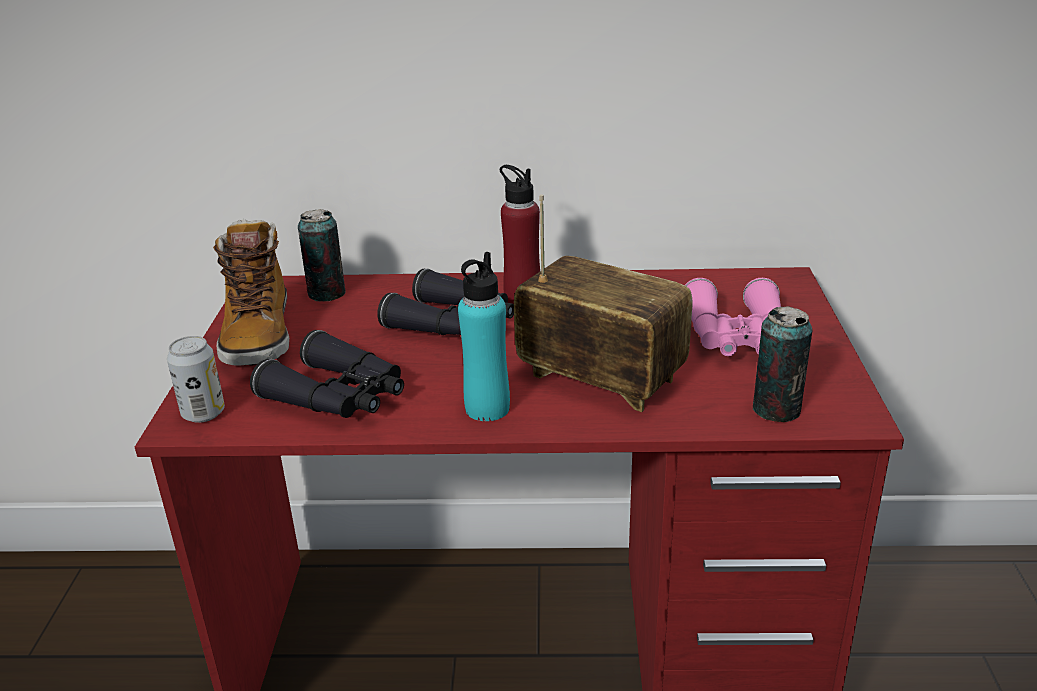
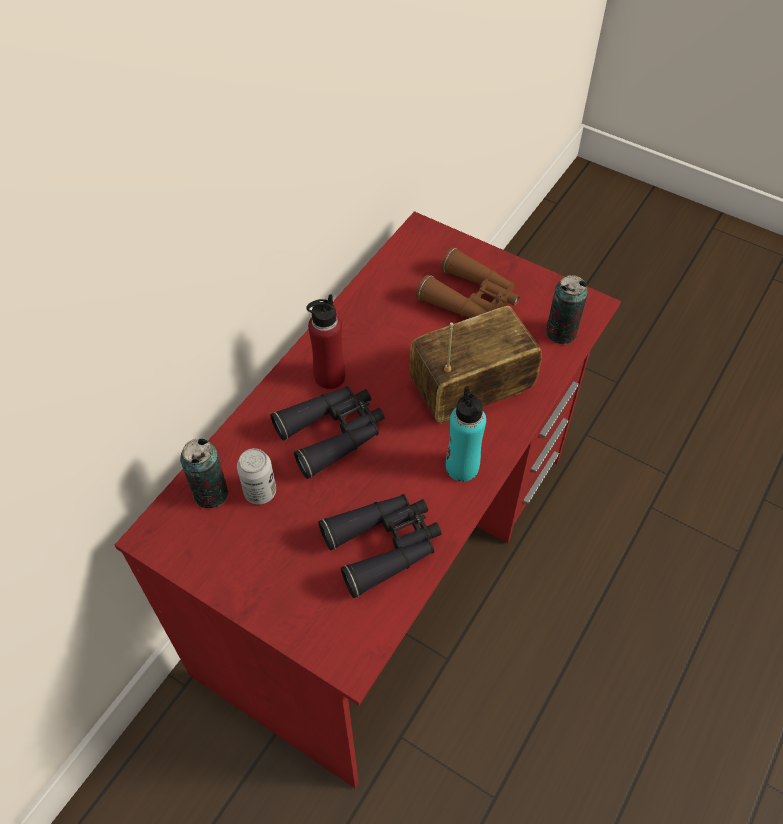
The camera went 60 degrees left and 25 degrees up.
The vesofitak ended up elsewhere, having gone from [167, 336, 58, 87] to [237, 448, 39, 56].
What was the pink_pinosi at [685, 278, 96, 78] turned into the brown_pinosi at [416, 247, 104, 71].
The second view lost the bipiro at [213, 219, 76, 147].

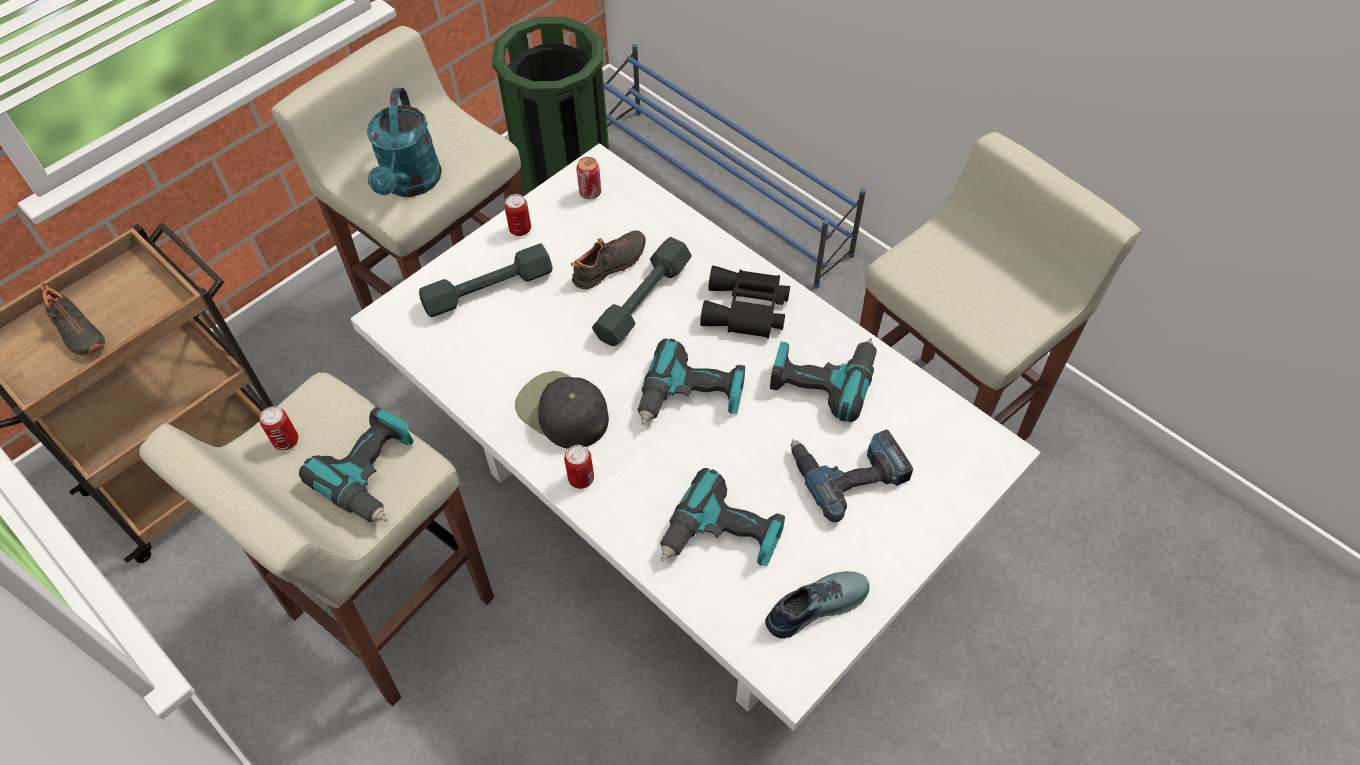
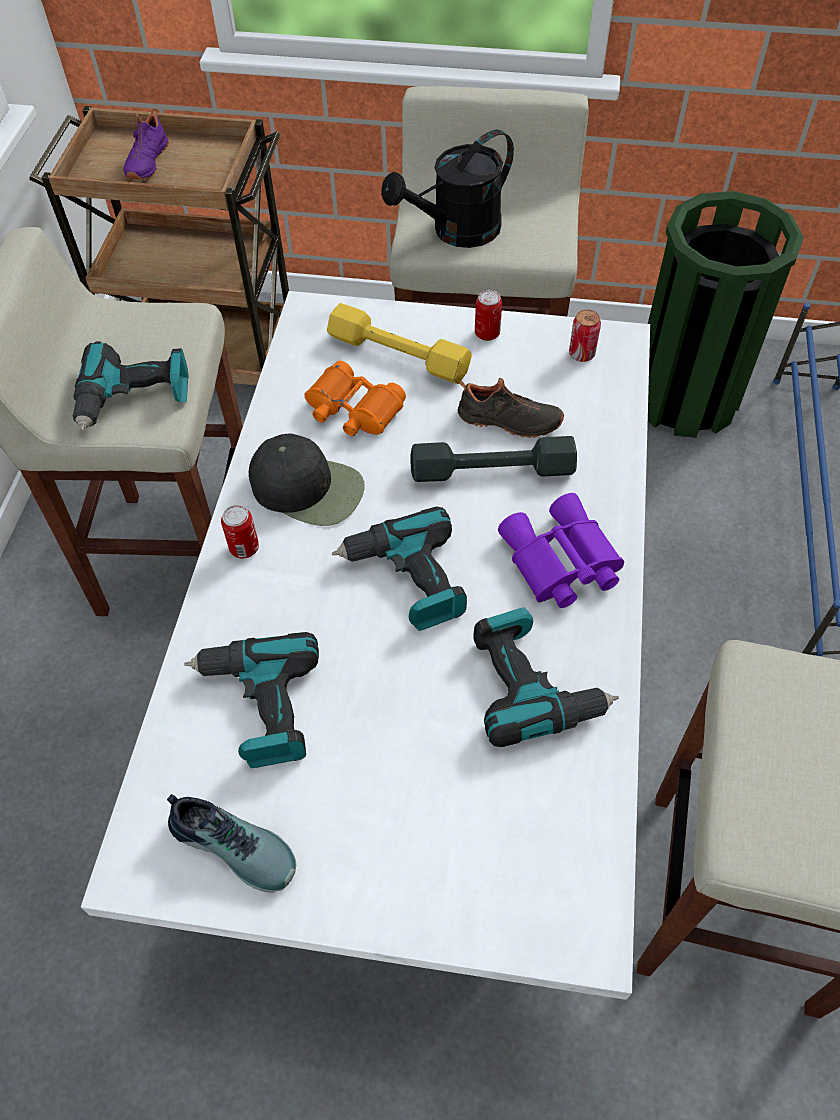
The camera went 55 degrees right and 0 degrees up.
What was the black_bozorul at [40, 283, 65, 73] turned into the purple_bozorul at [123, 109, 46, 70].
The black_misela at [515, 371, 94, 78] ended up facing another way, 105 degrees clockwise from before.
The second view gained the orange_pinosi at [304, 361, 102, 75].
What was the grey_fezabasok at [419, 243, 134, 74] turned into the yellow_fezabasok at [327, 303, 145, 81].
What was the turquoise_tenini at [367, 88, 75, 109] turned into the black_tenini at [381, 129, 133, 119].
What was the black_pinosi at [700, 265, 90, 73] turned into the purple_pinosi at [498, 493, 126, 115].
The second view lost the vesofitak at [260, 406, 38, 44].
The second view lost the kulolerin at [791, 429, 122, 93].

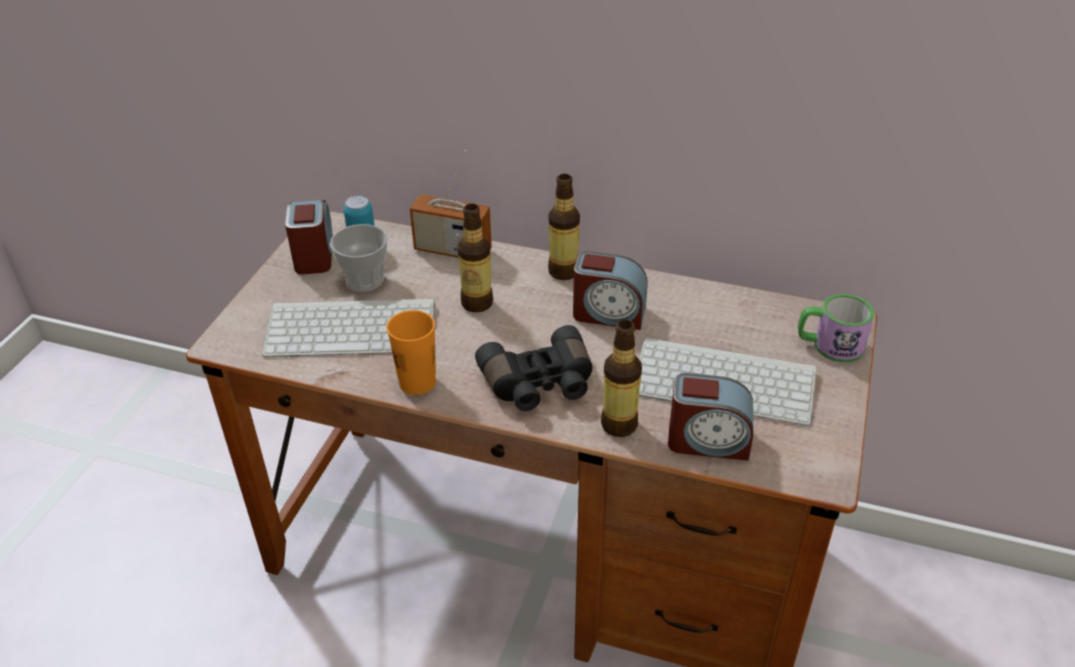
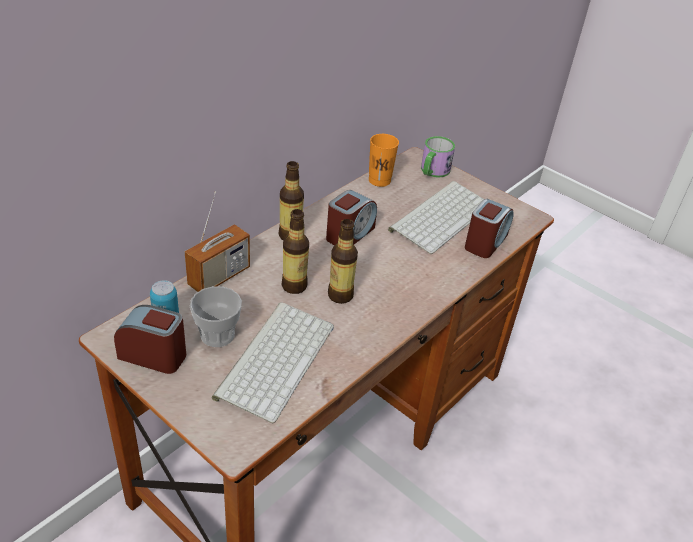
The camera went 70 degrees left and 0 degrees up.
The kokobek ended up elsewhere, having gone from [601, 320, 41, 117] to [328, 219, 30, 85].
The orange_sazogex ended up elsewhere, having gone from [387, 310, 49, 85] to [369, 134, 30, 53].
The second view lost the black_pinosi at [475, 325, 117, 86].

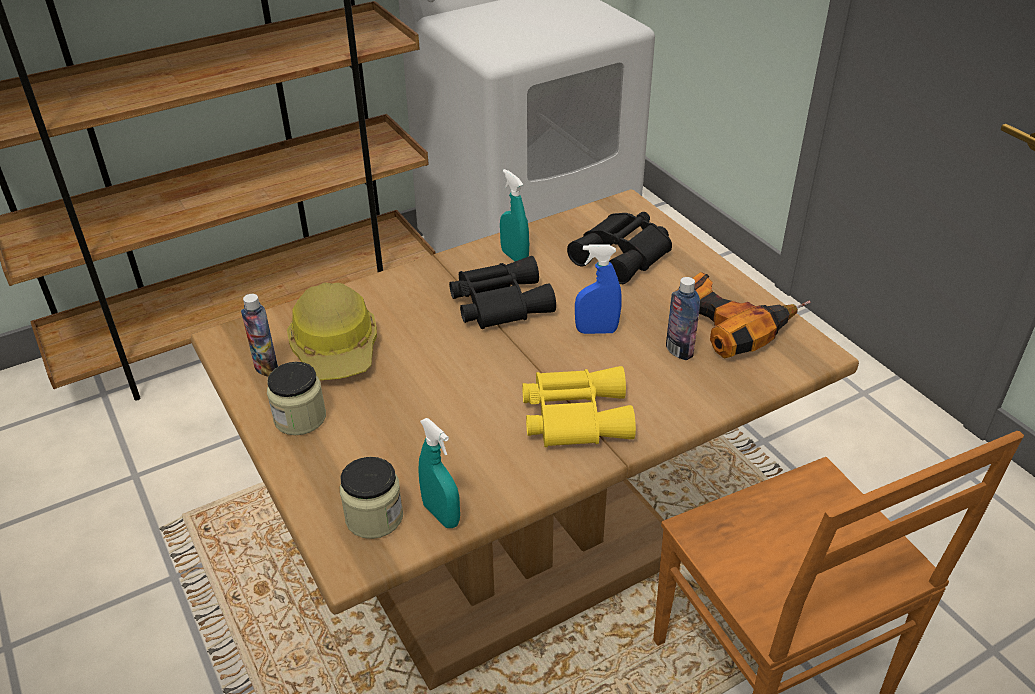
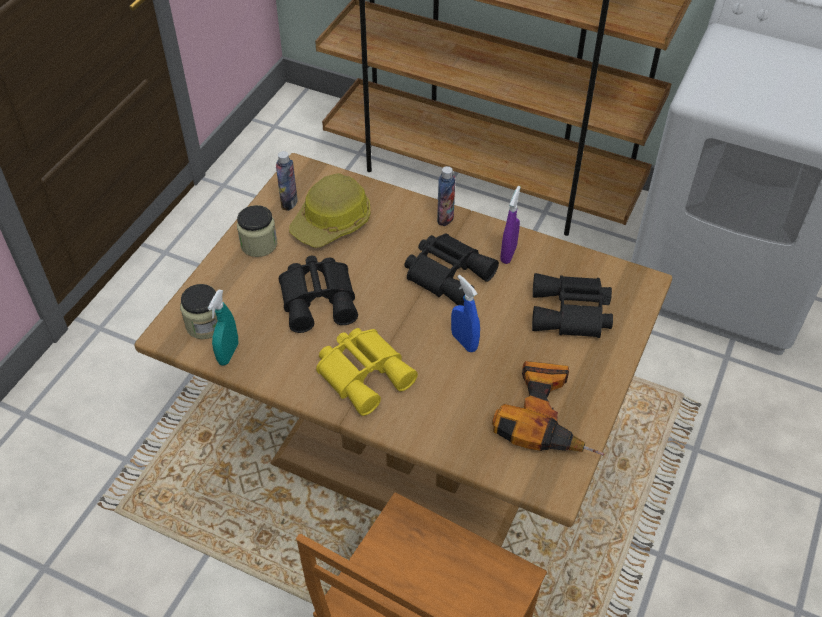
The camera went 55 degrees right and 10 degrees up.
The second view gained the black_pinosi at [279, 256, 79, 77].
The kokobek ended up elsewhere, having gone from [666, 277, 34, 83] to [437, 166, 19, 60].
What was the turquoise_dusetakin at [500, 169, 29, 92] turned into the purple_dusetakin at [501, 186, 20, 78].

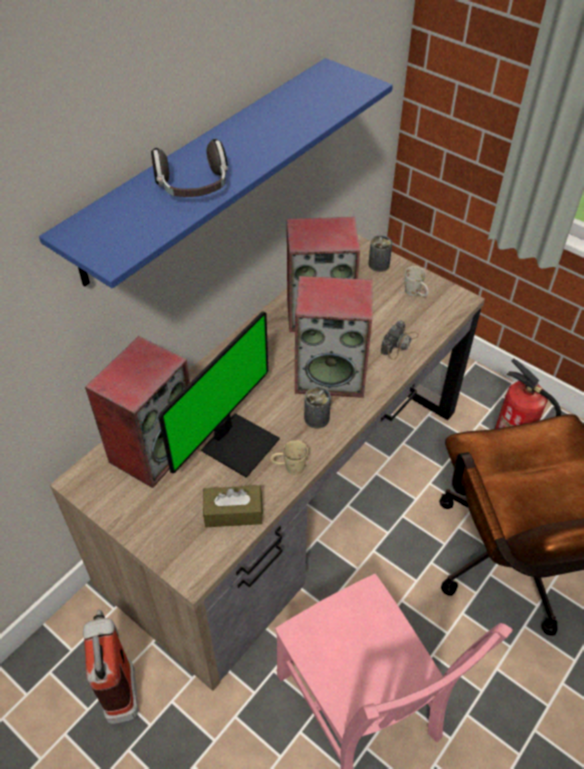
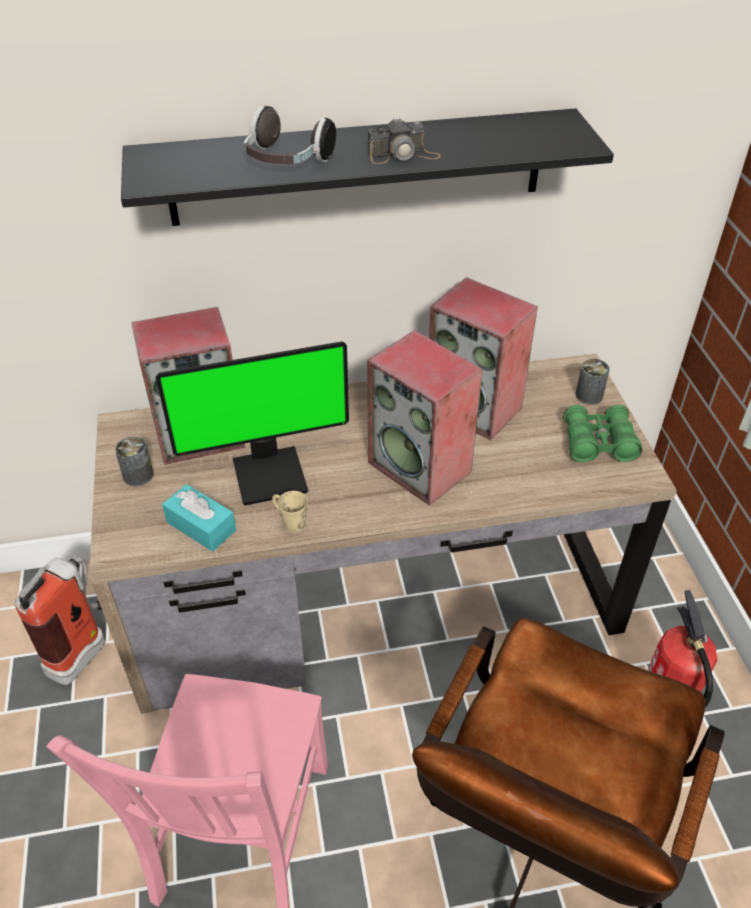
The camera went 40 degrees right and 5 degrees down.
The vesofitak ended up elsewhere, having gone from [304, 387, 27, 42] to [115, 436, 38, 50].
What was the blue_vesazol at [39, 58, 354, 230] turned into the black_vesazol at [121, 108, 493, 118].
What was the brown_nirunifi at [203, 485, 60, 42] turned into the turquoise_nirunifi at [162, 484, 74, 67].
The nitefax ended up elsewhere, having gone from [381, 320, 38, 40] to [368, 118, 73, 46].
Where the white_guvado stood at [405, 266, 24, 31], the green_pinosi came to stand at [563, 405, 80, 57].

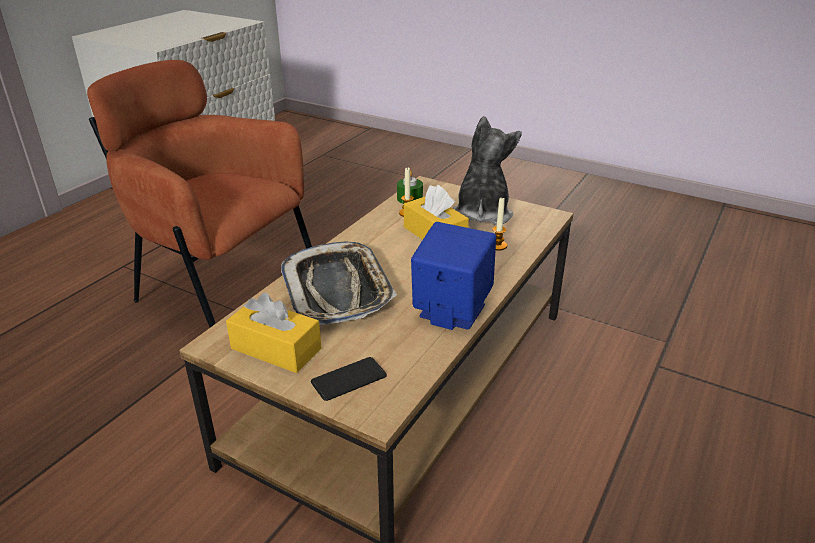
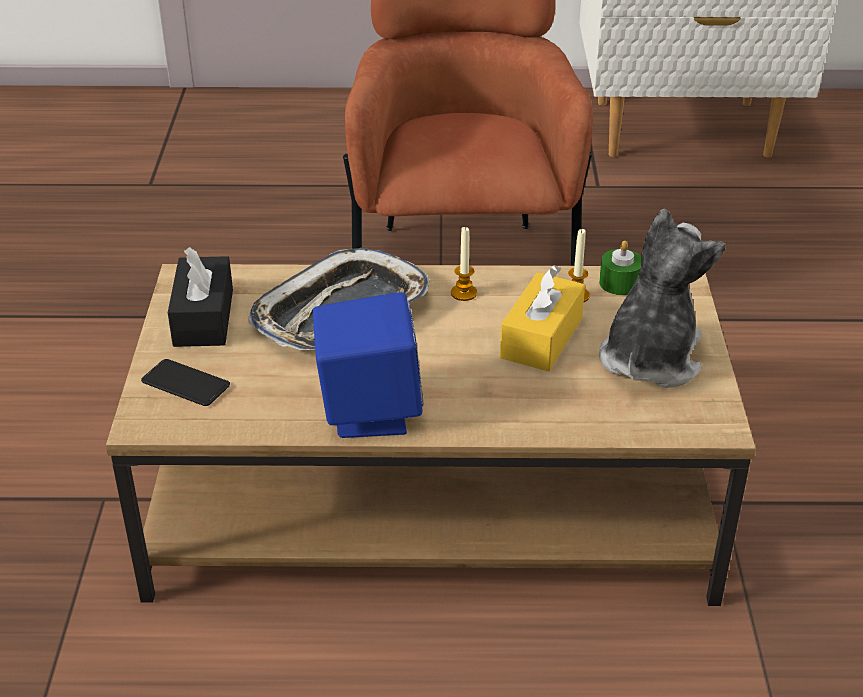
The camera went 60 degrees right and 5 degrees up.
What was the yellow_nirunifi at [226, 293, 95, 80] turned into the black_nirunifi at [168, 247, 65, 100].
The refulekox ended up elsewhere, having gone from [492, 198, 15, 53] to [451, 226, 26, 75].
The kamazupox at [453, 116, 69, 109] ended up facing another way, 45 degrees counterclockwise from before.

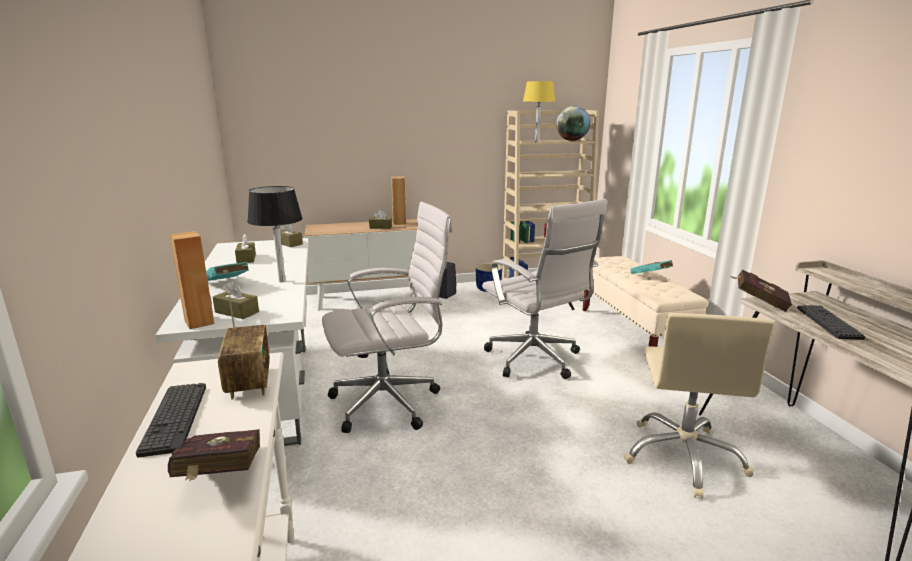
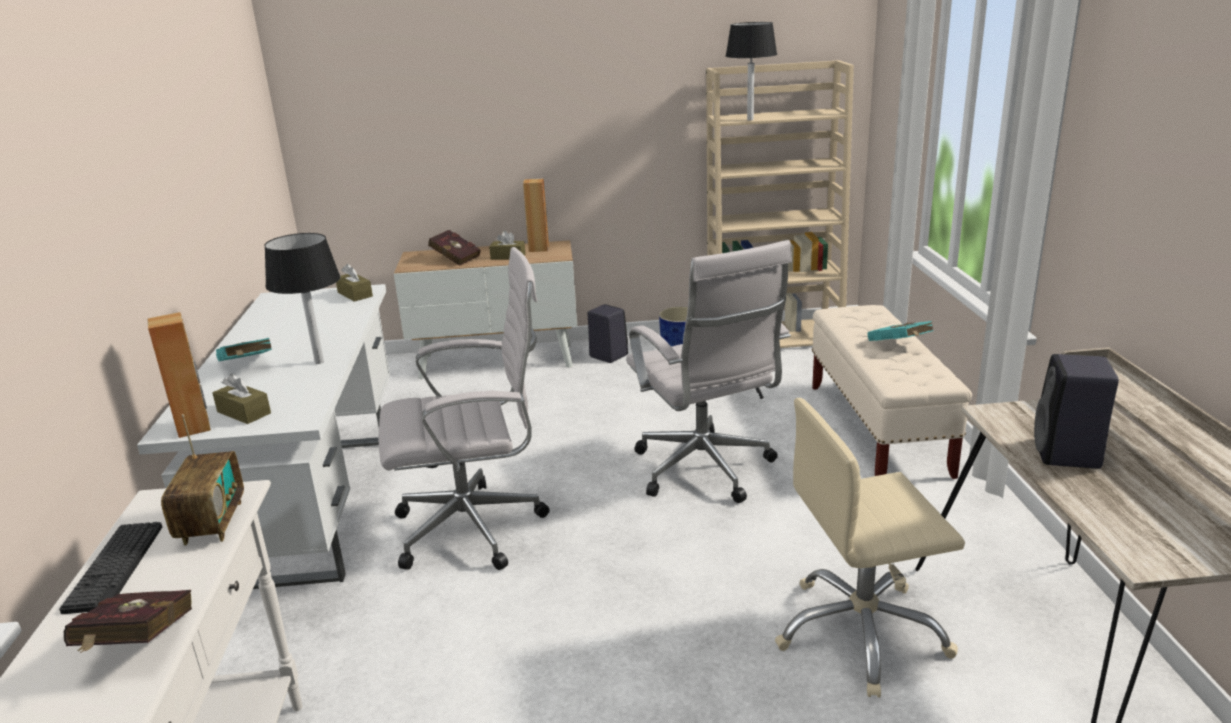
The camera went 10 degrees right and 5 degrees up.
The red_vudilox ended up elsewhere, having gone from [730, 270, 62, 42] to [428, 230, 53, 36].
What was the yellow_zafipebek at [523, 81, 32, 62] turned into the black_zafipebek at [726, 22, 51, 99].
The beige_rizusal at [624, 313, 151, 185] ended up facing another way, 60 degrees clockwise from before.
Where the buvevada stood at [797, 305, 68, 35], the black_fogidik came to stand at [1034, 354, 85, 115].
The second view lost the brown_nirunifi at [235, 234, 21, 29].
The second view lost the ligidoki at [556, 106, 34, 35].

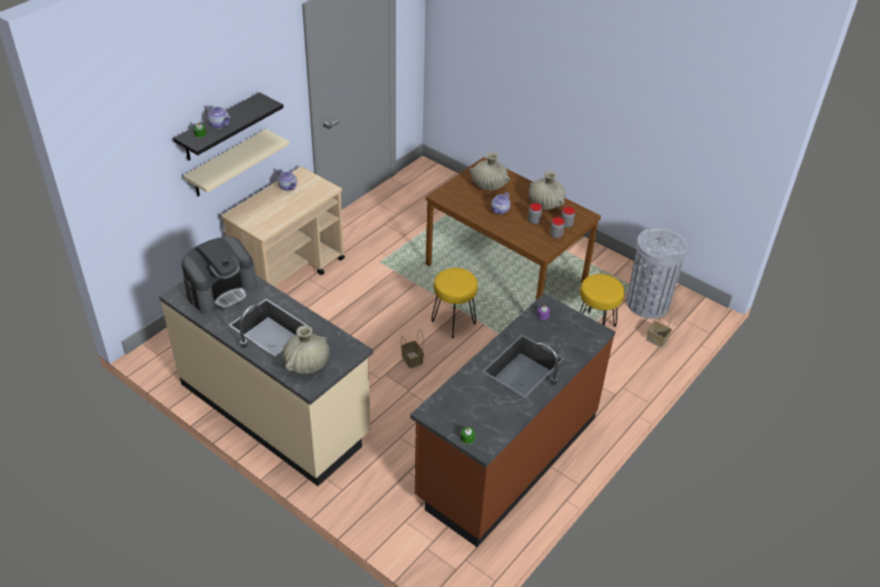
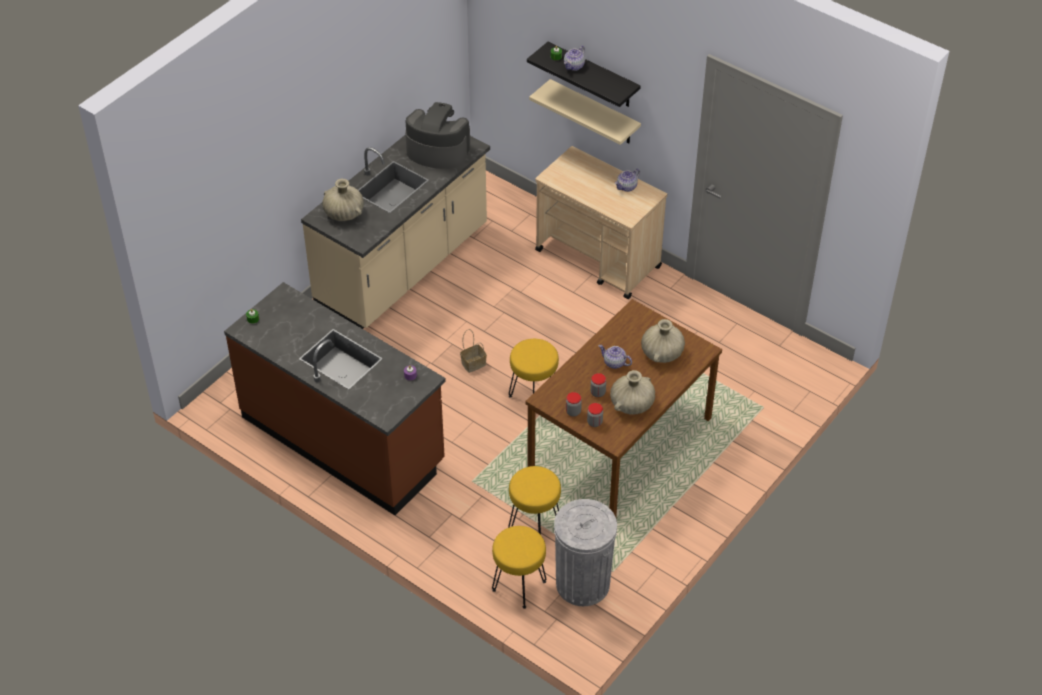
The camera went 90 degrees right and 5 degrees up.
The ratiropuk at [182, 237, 75, 77] ended up facing another way, 150 degrees clockwise from before.
Where the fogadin stood at [646, 308, 26, 40], the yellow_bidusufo came to stand at [492, 526, 54, 83].

